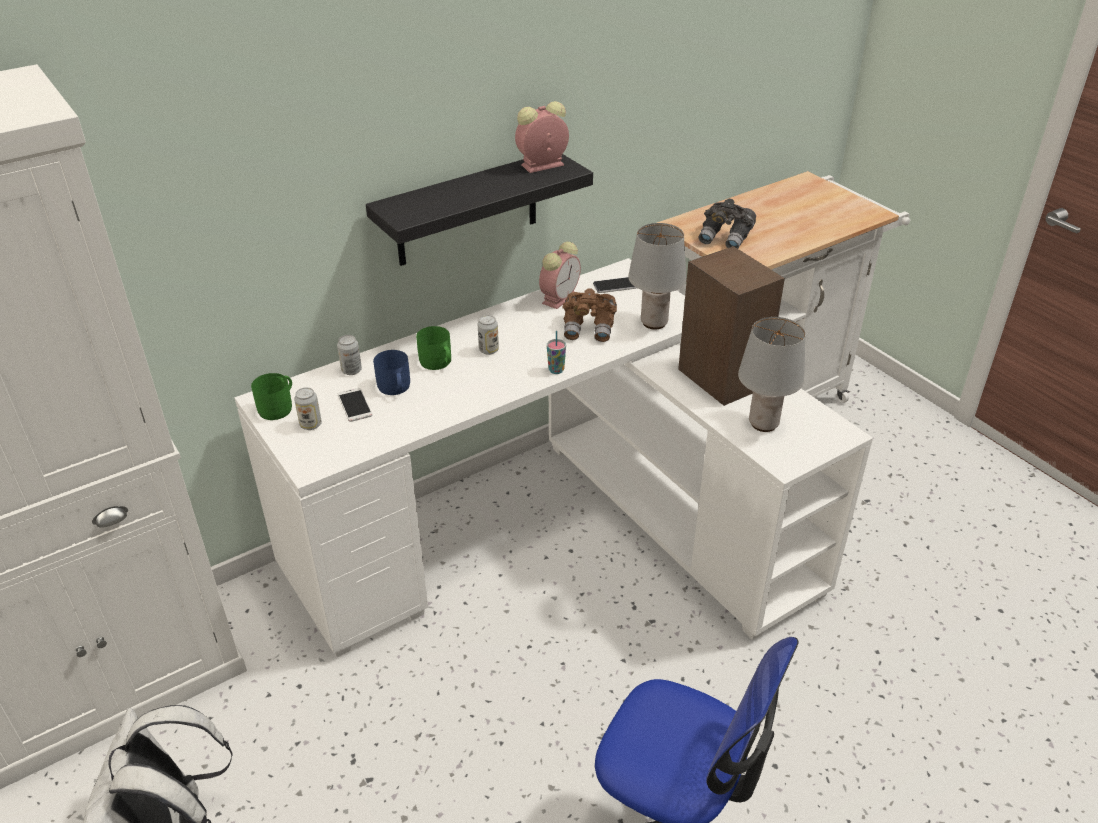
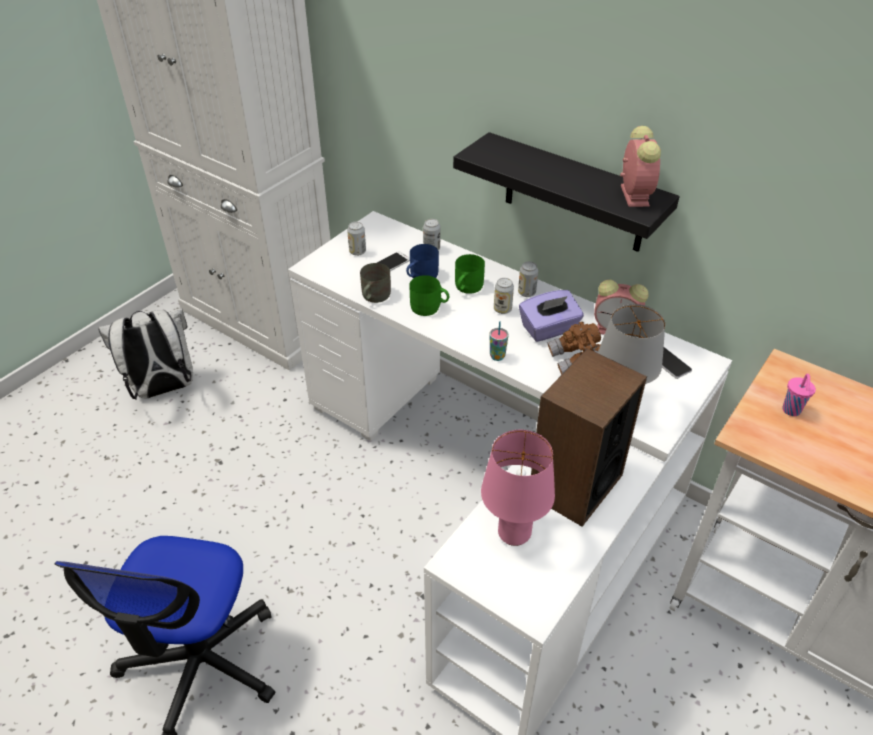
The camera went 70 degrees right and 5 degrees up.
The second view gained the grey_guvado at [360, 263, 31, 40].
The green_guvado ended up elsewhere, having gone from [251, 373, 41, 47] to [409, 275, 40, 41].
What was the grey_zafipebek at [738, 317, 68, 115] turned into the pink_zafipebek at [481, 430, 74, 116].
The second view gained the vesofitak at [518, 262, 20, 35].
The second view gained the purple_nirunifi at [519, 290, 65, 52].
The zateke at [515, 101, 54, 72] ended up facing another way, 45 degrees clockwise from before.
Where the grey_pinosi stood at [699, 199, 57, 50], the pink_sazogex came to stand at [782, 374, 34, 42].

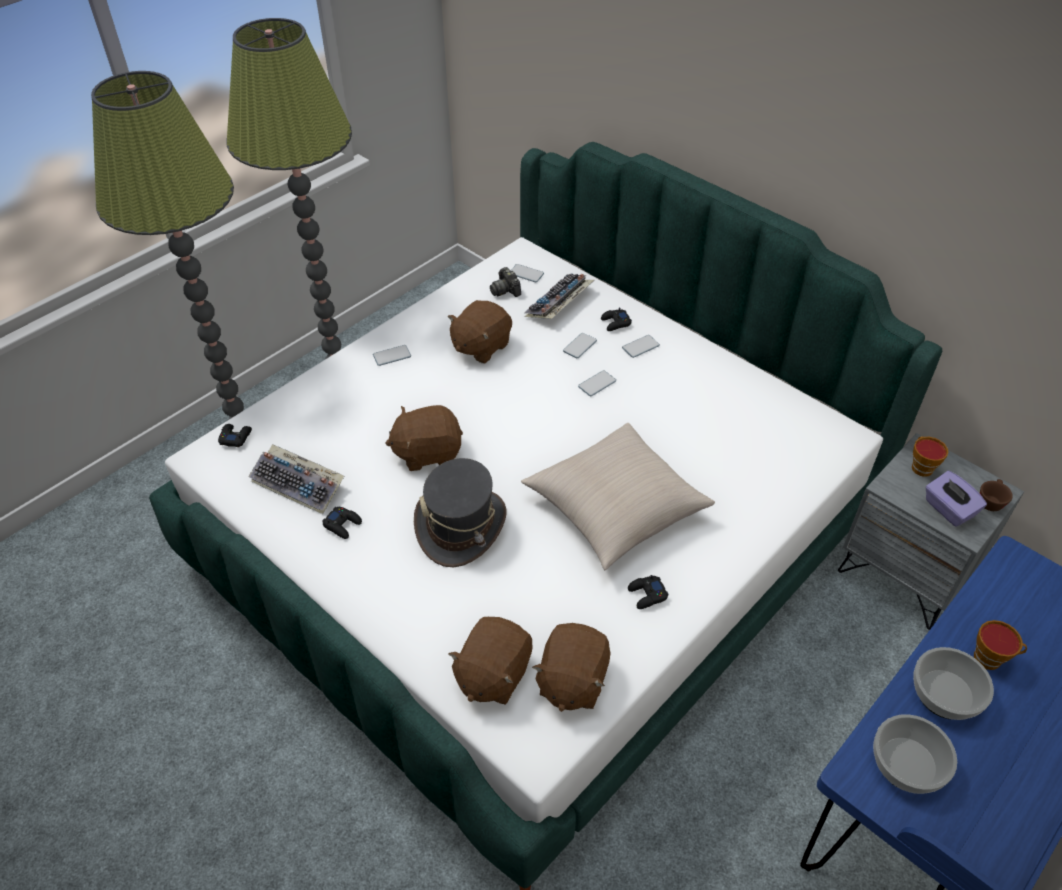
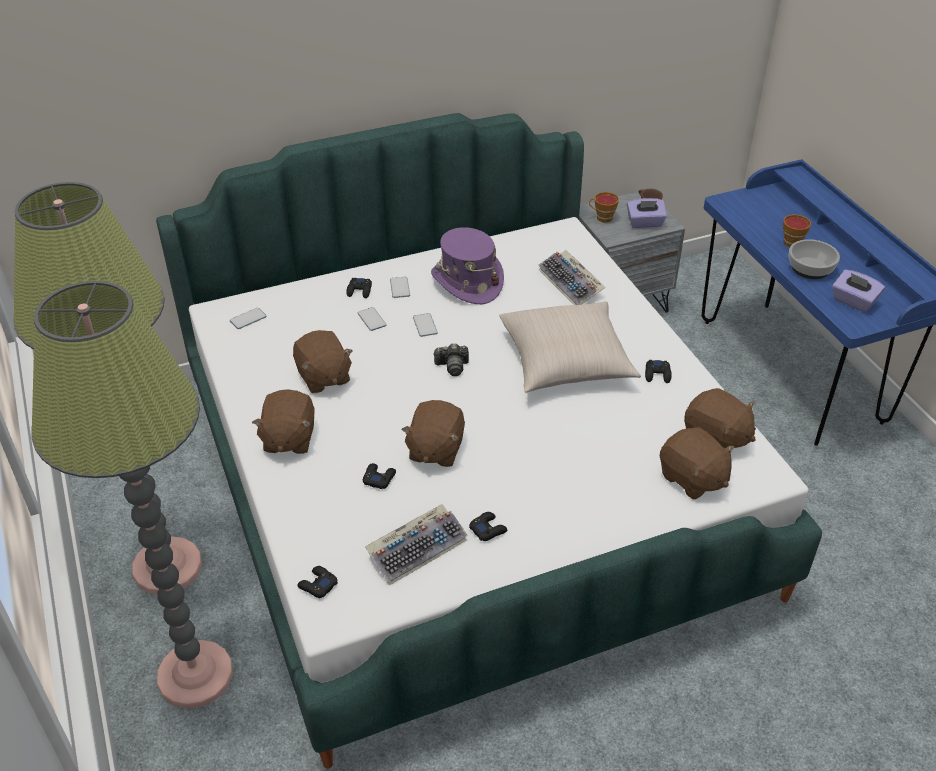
The camera went 65 degrees left and 5 degrees down.
Where the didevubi stood at [373, 345, 38, 21], the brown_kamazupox came to stand at [252, 389, 62, 65].
The second view gained the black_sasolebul at [363, 463, 33, 26].
The second view gained the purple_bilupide at [431, 227, 73, 77].
The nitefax ended up elsewhere, having gone from [490, 267, 31, 30] to [433, 343, 36, 33].
The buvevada ended up elsewhere, having gone from [524, 274, 71, 45] to [538, 250, 67, 55].
Where the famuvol stood at [873, 714, 84, 80], the purple_nirunifi came to stand at [832, 270, 53, 42].
The second view lost the grey_bilupide at [414, 458, 93, 109].

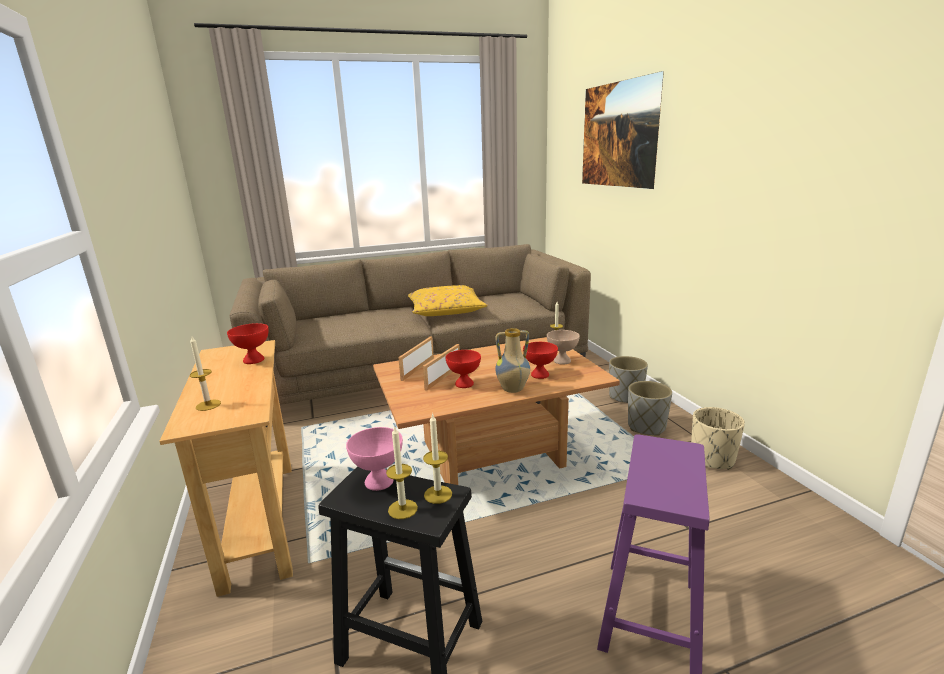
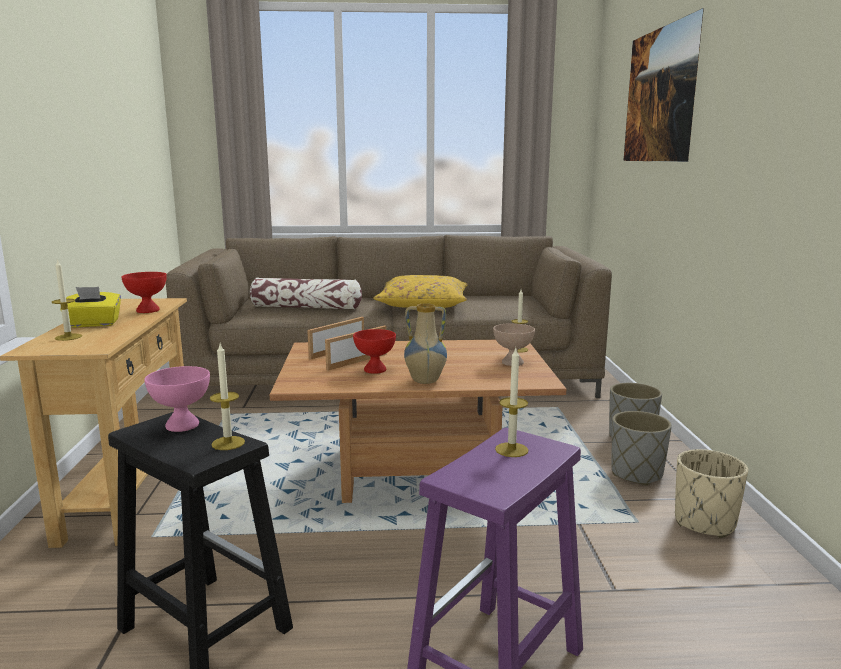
The camera went 15 degrees right and 5 degrees down.
The second view gained the yellow_nirunifi at [60, 287, 61, 40].
The second view gained the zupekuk at [250, 278, 112, 31].
The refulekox ended up elsewhere, having gone from [386, 425, 32, 94] to [495, 349, 33, 108].
The second view lost the red_famuvol at [523, 342, 35, 37].

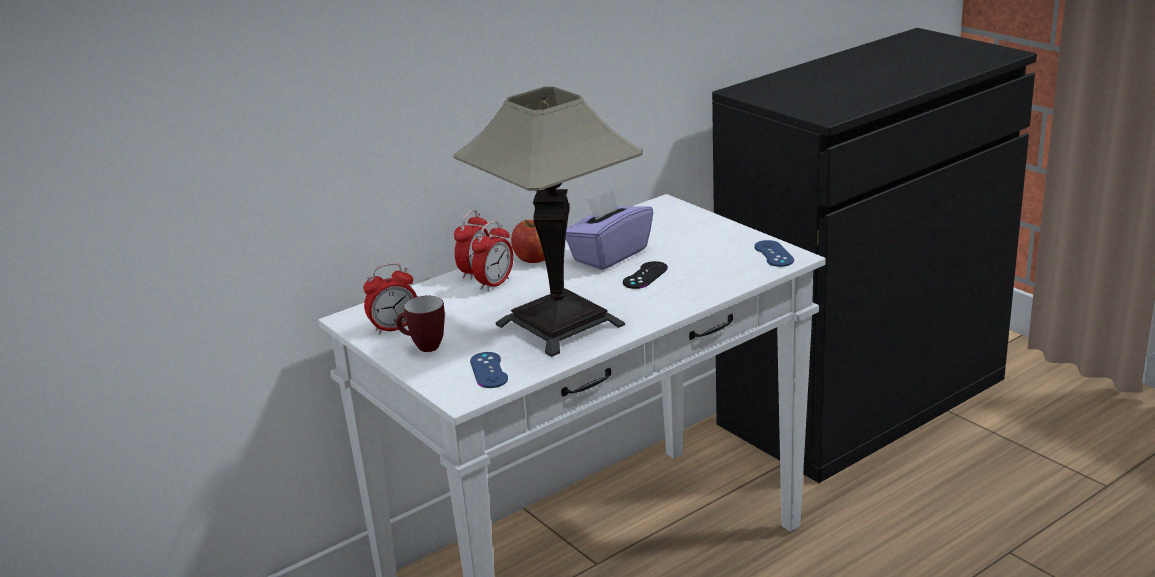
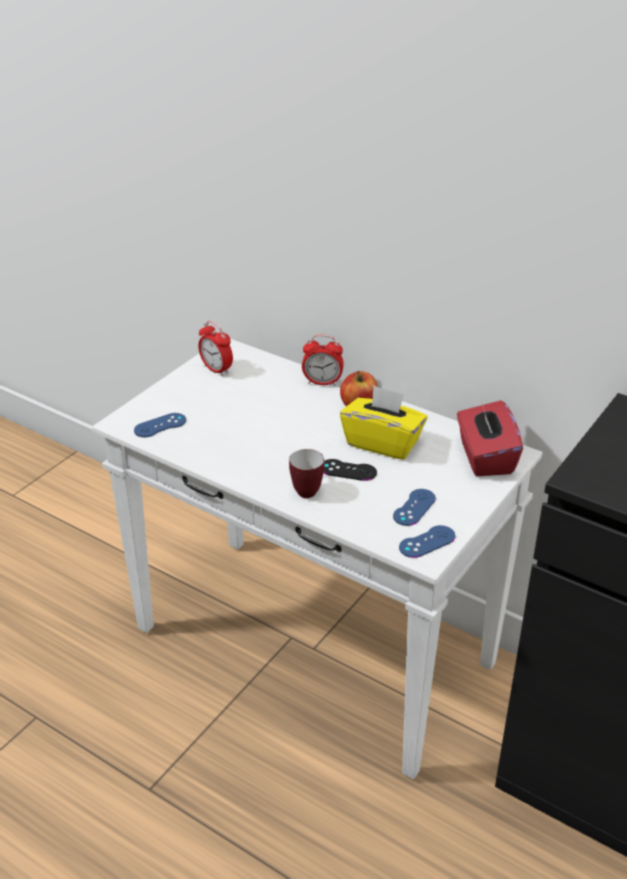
The camera went 70 degrees right and 10 degrees up.
The guvado ended up elsewhere, having gone from [396, 295, 49, 57] to [289, 449, 35, 49].
What was the purple_nirunifi at [565, 189, 88, 81] turned into the yellow_nirunifi at [340, 385, 87, 75].
The second view gained the blue_sasolebul at [393, 489, 43, 37].
The second view gained the red_nirunifi at [457, 398, 66, 78].
The second view lost the zafipebek at [453, 87, 190, 270].
The second view lost the zateke at [472, 221, 42, 71].

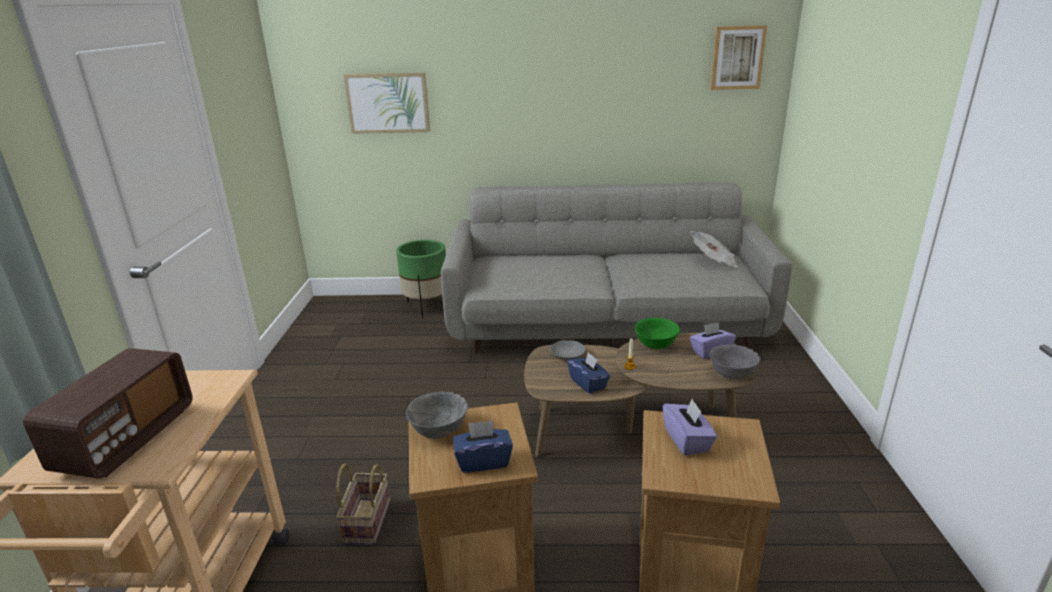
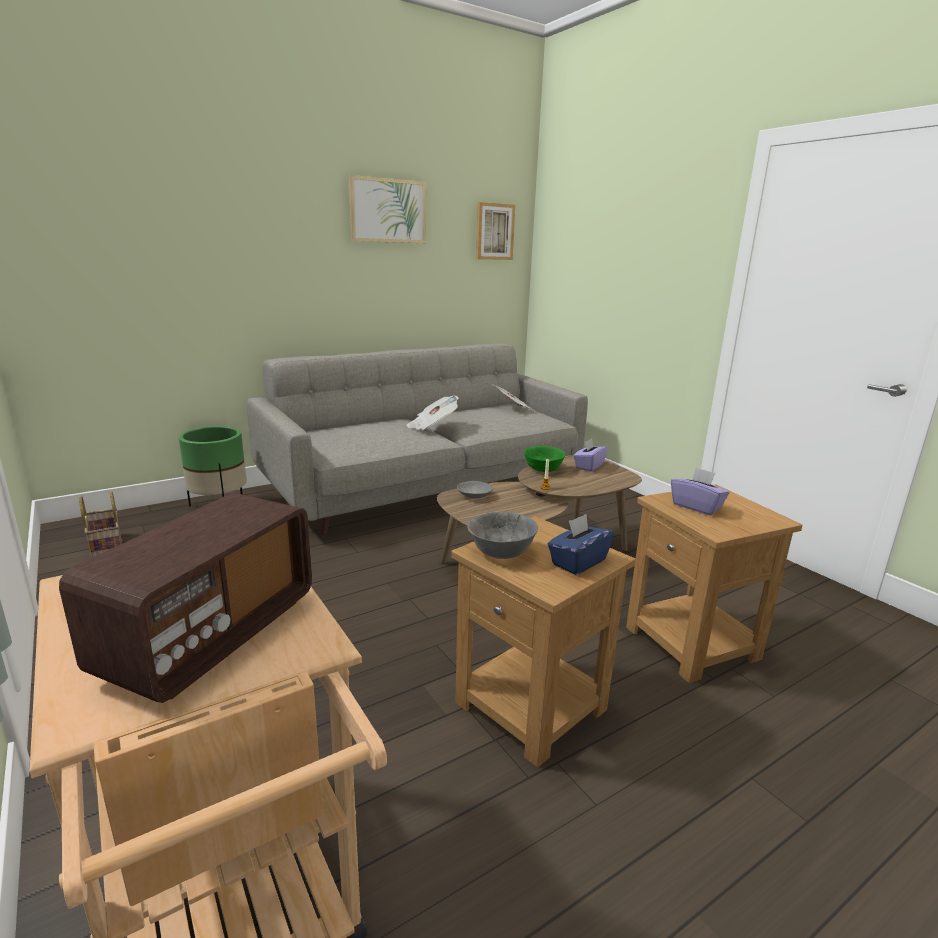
The camera went 35 degrees left and 5 degrees down.
The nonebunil at [23, 348, 170, 131] ended up facing another way, 45 degrees clockwise from before.
The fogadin ended up elsewhere, having gone from [336, 463, 54, 82] to [79, 491, 43, 67].
The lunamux ended up elsewhere, having gone from [344, 72, 86, 62] to [348, 175, 78, 68].
The second view gained the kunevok at [407, 396, 52, 34].
The second view lost the blue_nirunifi at [568, 352, 42, 42].
The second view lost the grey_famuvol at [710, 344, 50, 35].

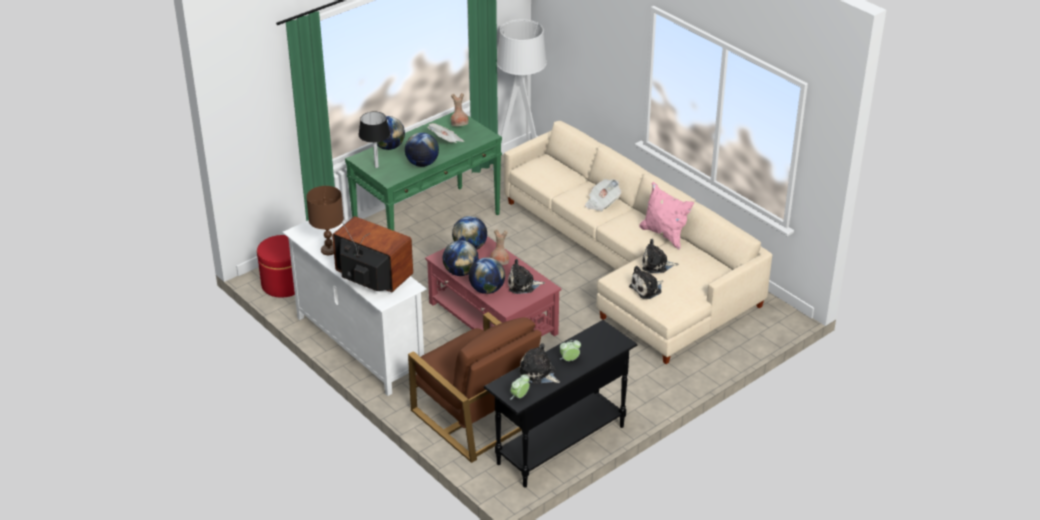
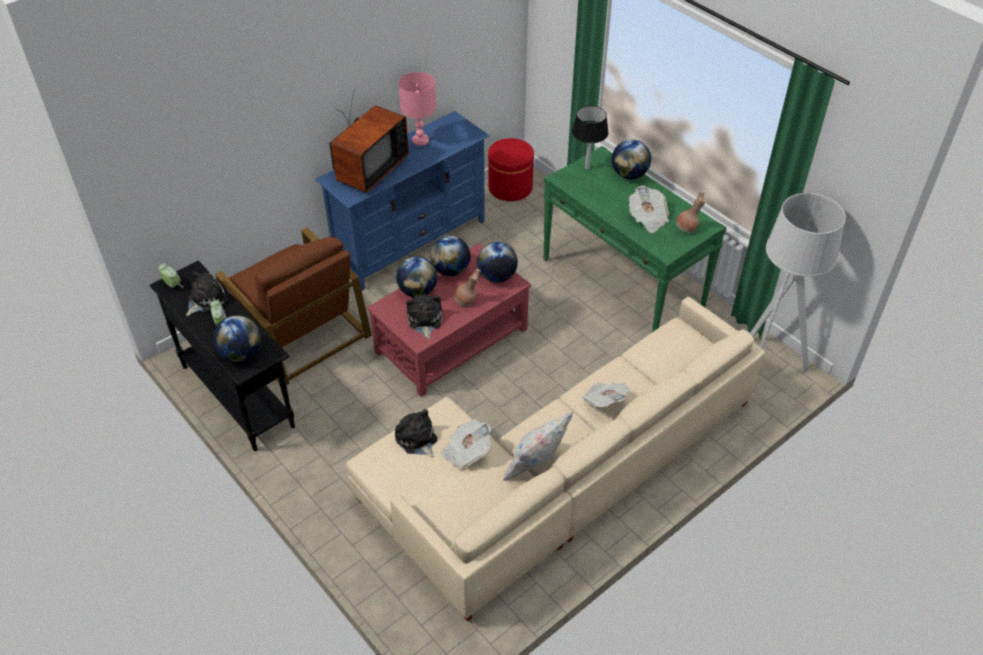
The camera went 90 degrees right and 10 degrees up.
The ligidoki ended up elsewhere, having gone from [405, 132, 34, 35] to [213, 315, 48, 47].
The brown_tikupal at [408, 312, 134, 151] ended up facing another way, 90 degrees counterclockwise from before.
What was the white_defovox at [282, 220, 145, 176] turned into the blue_defovox at [315, 111, 175, 179].
What was the brown_zafipebek at [306, 186, 38, 69] turned into the pink_zafipebek at [399, 72, 37, 74].
Where the kamazupox stood at [642, 239, 36, 34], the kunevok came to stand at [441, 419, 51, 51].
What was the pink_zupekuk at [639, 182, 55, 68] turned into the white_zupekuk at [503, 412, 70, 69].

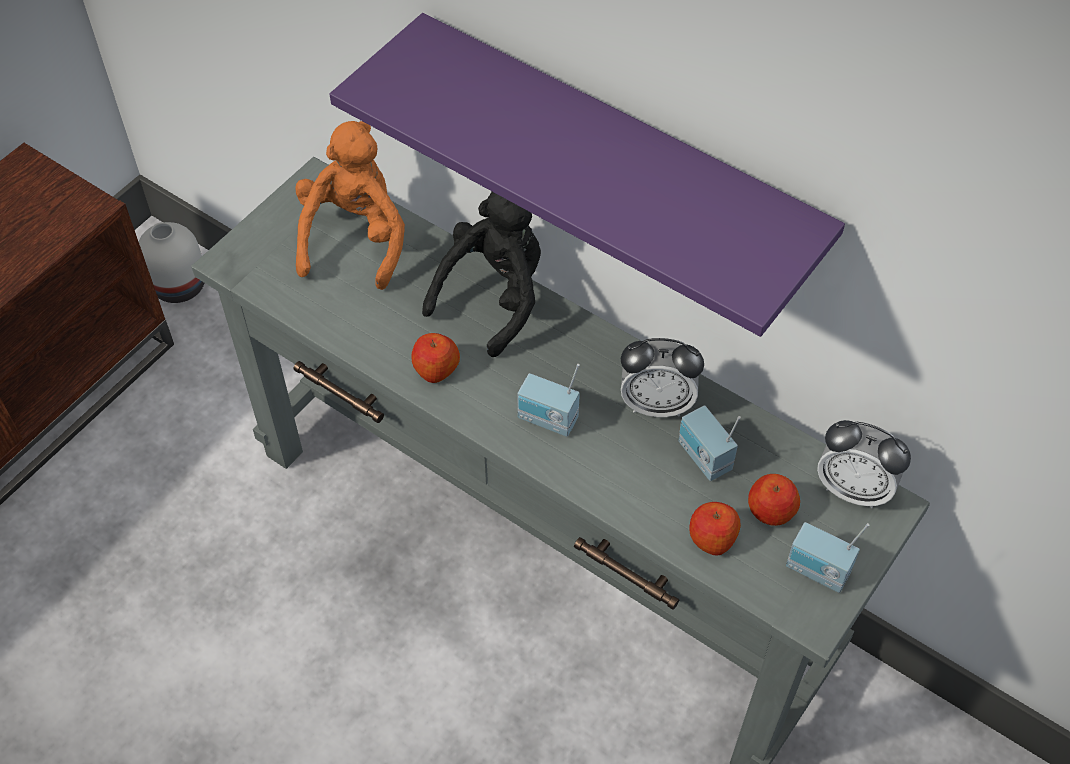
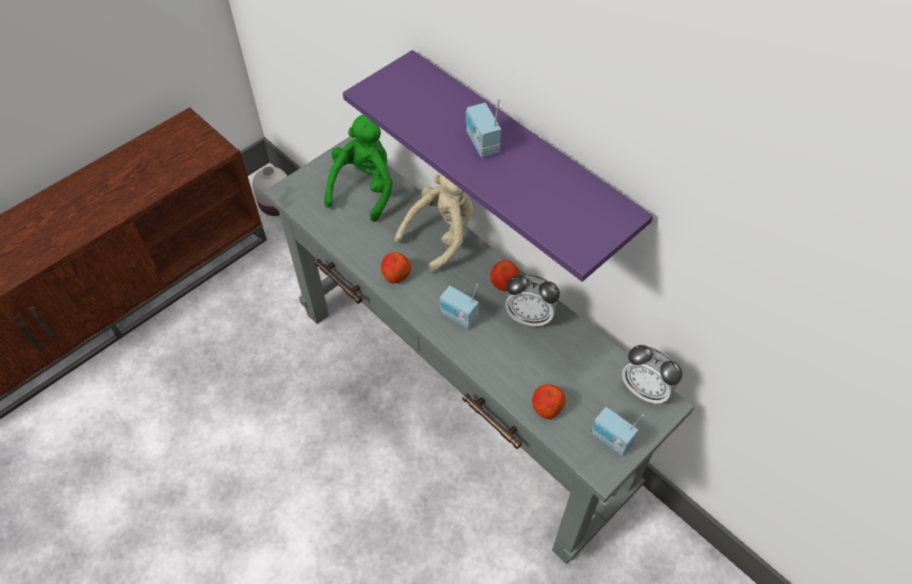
The camera went 10 degrees right and 0 degrees up.
What was the orange_kamazupox at [295, 121, 110, 169] turned into the green_kamazupox at [324, 115, 69, 107].
What was the black_kamazupox at [422, 192, 119, 165] turned into the beige_kamazupox at [395, 173, 79, 100].
The nonebunil ended up elsewhere, having gone from [679, 405, 62, 76] to [466, 99, 35, 59].
The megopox ended up elsewhere, having gone from [748, 474, 52, 52] to [490, 260, 30, 31].

